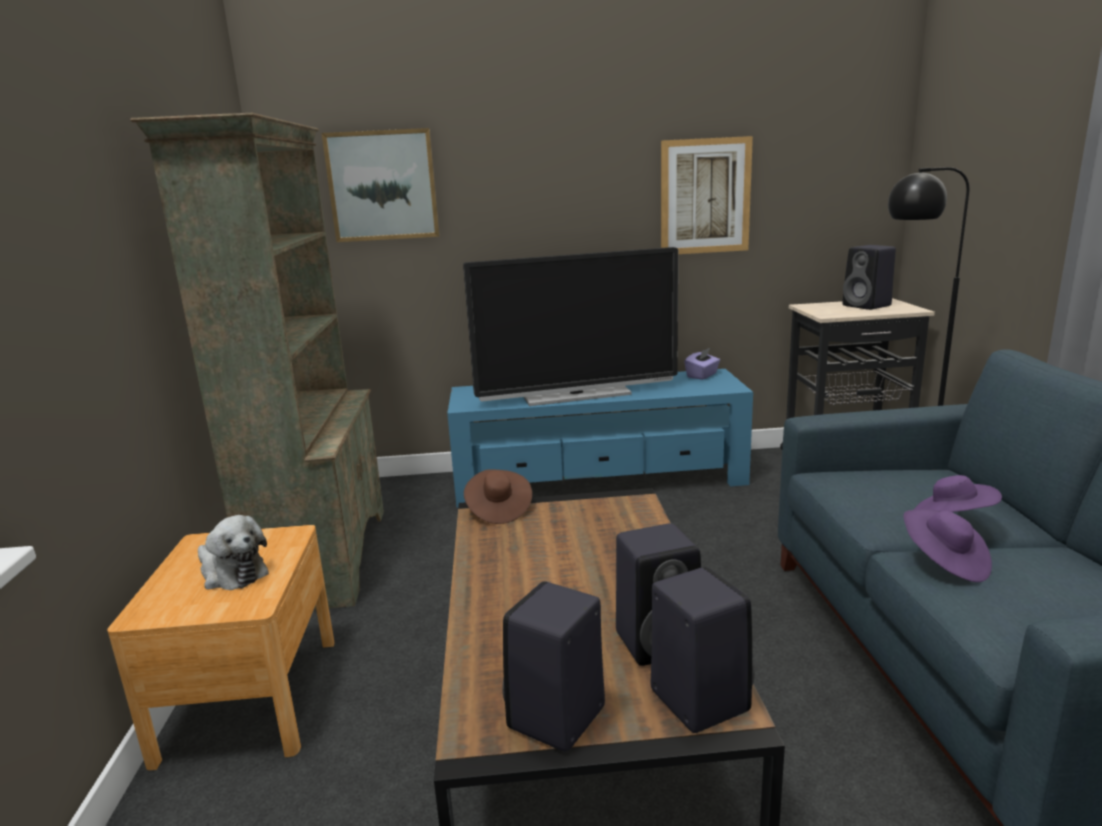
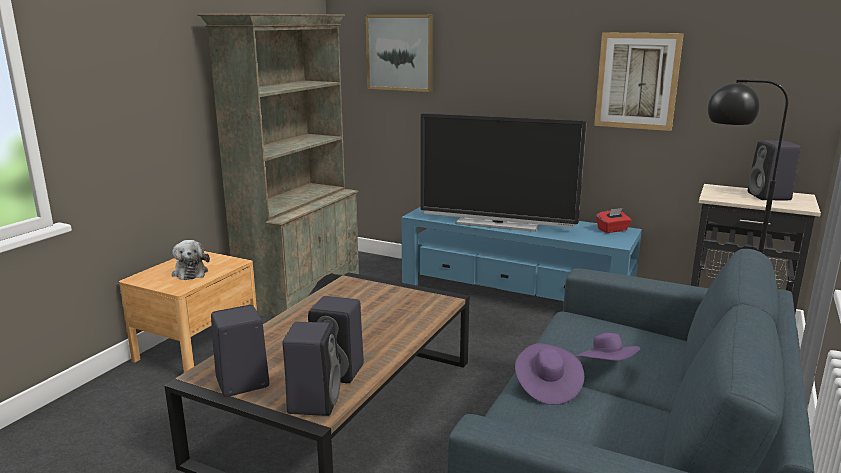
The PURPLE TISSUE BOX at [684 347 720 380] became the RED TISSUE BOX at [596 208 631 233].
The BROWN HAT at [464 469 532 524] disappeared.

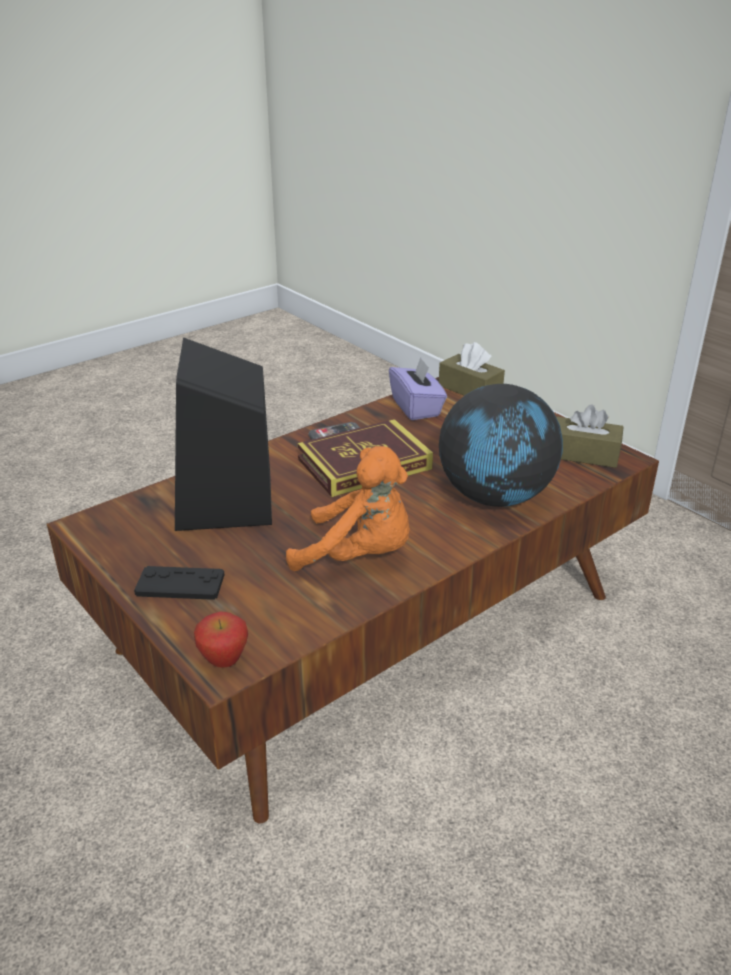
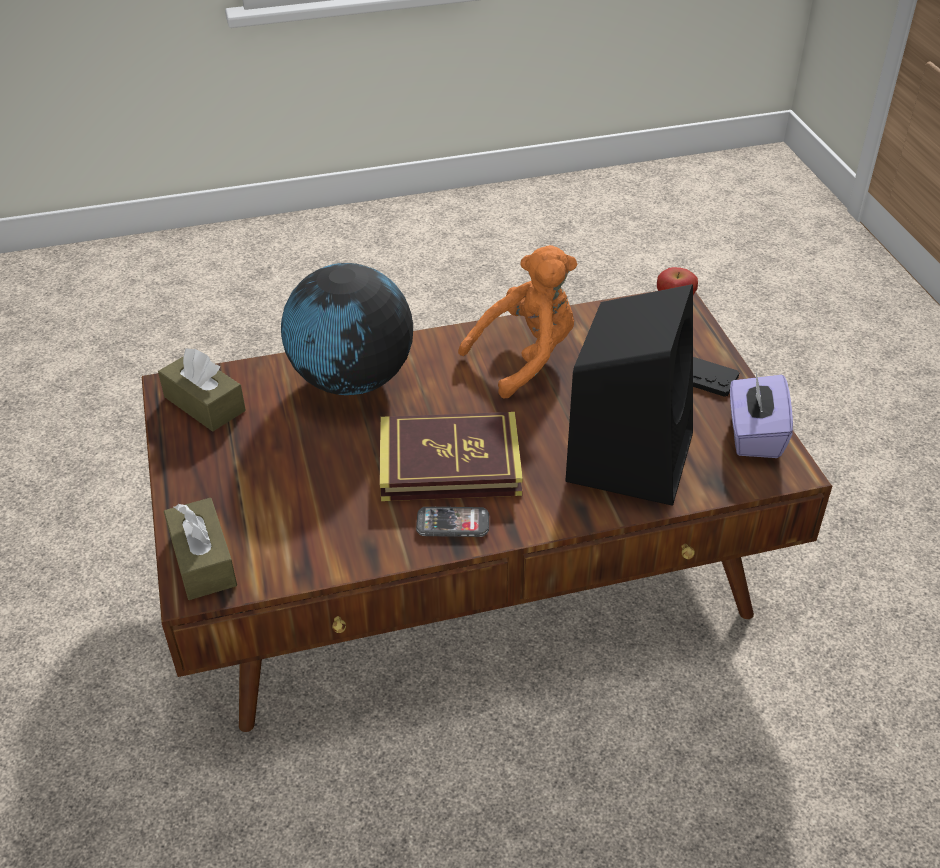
The ORANGE PLUSH TOY at [286 446 410 571] turned 105 degrees clockwise.
The PURPLE TISSUE BOX moved from [389 357 447 420] to [730 373 793 458].

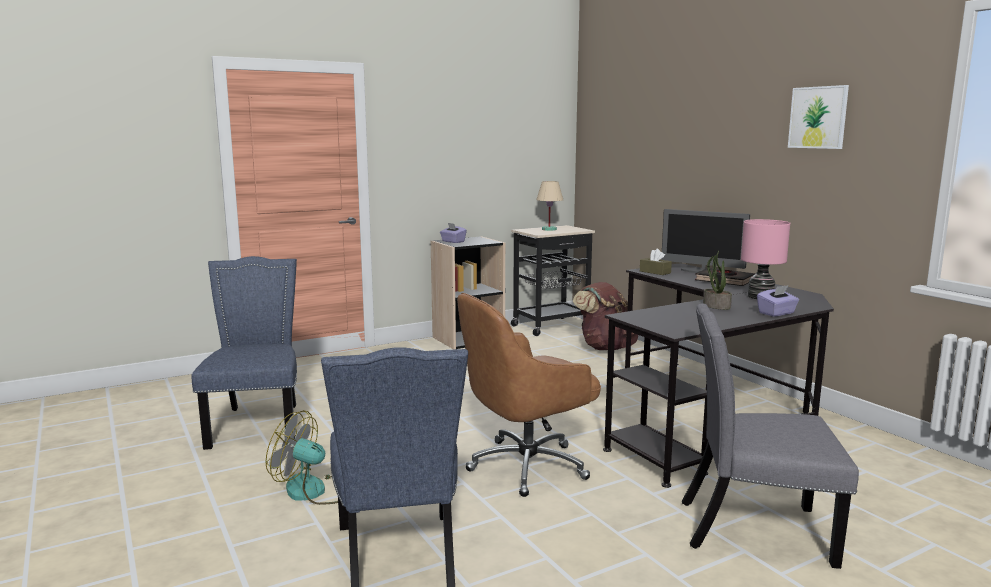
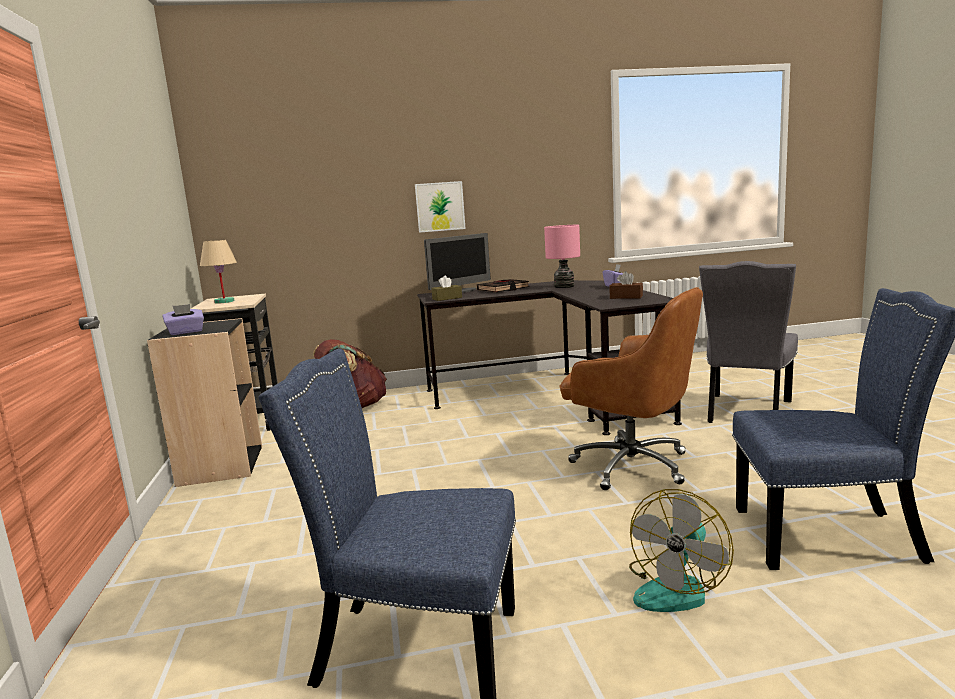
The PICTURE moved from [788 85 849 149] to [415 181 466 233].
The BROWN OFFICE CHAIR at [457 293 601 497] turned 45 degrees counterclockwise.
The BROWN TISSUE BOX at [609 271 643 299] appeared.
The POTTED PLANT at [703 251 732 310] disappeared.

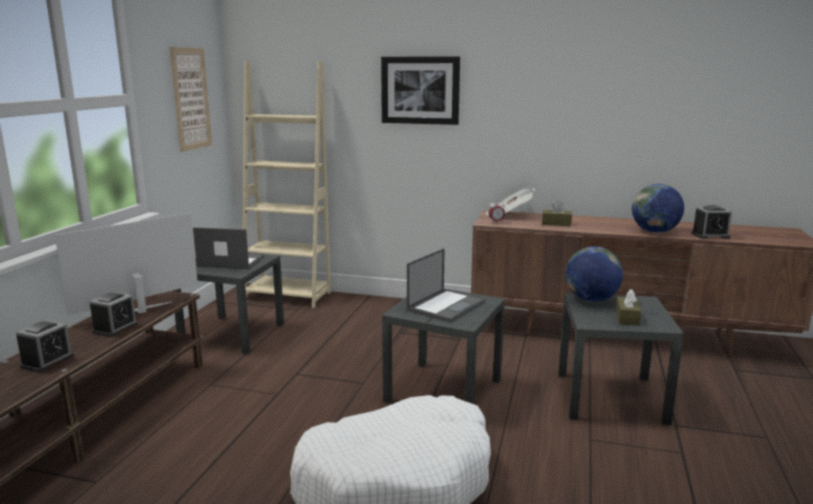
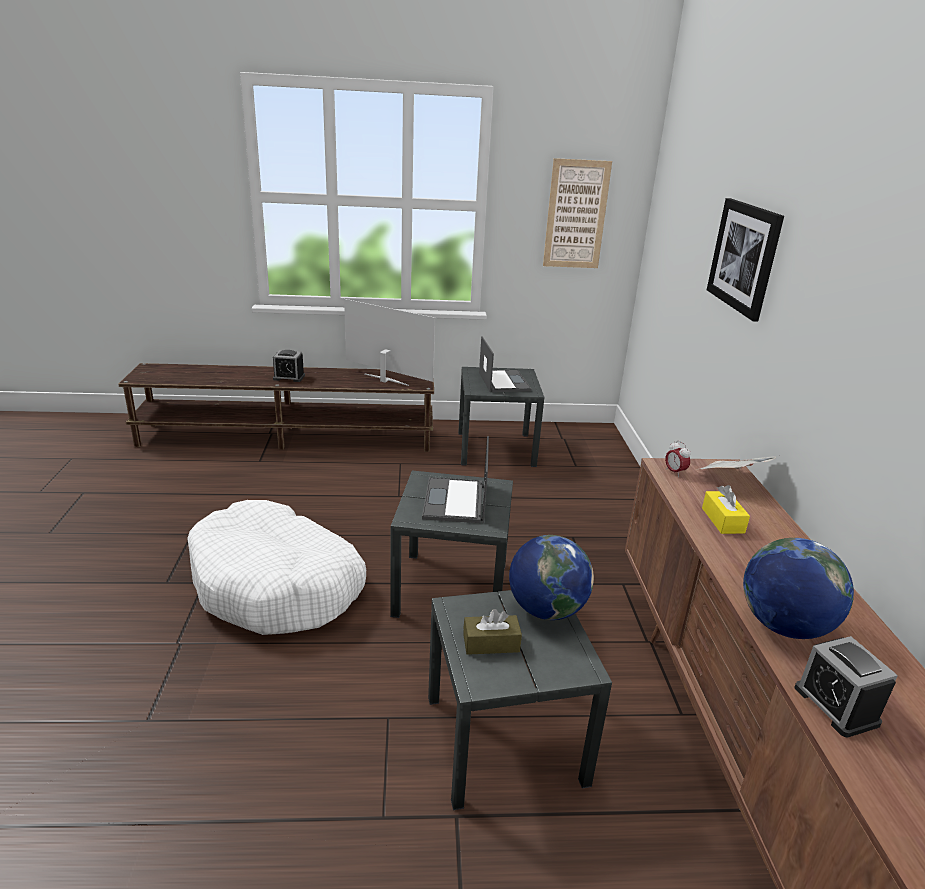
The LAPTOP at [407 248 485 322] turned 75 degrees clockwise.
The BROWN TISSUE BOX at [542 201 572 226] became the YELLOW TISSUE BOX at [702 485 750 534].
The ALARM CLOCK at [89 292 138 337] disappeared.
The BEIGE BOOKCASE at [243 61 331 308] disappeared.

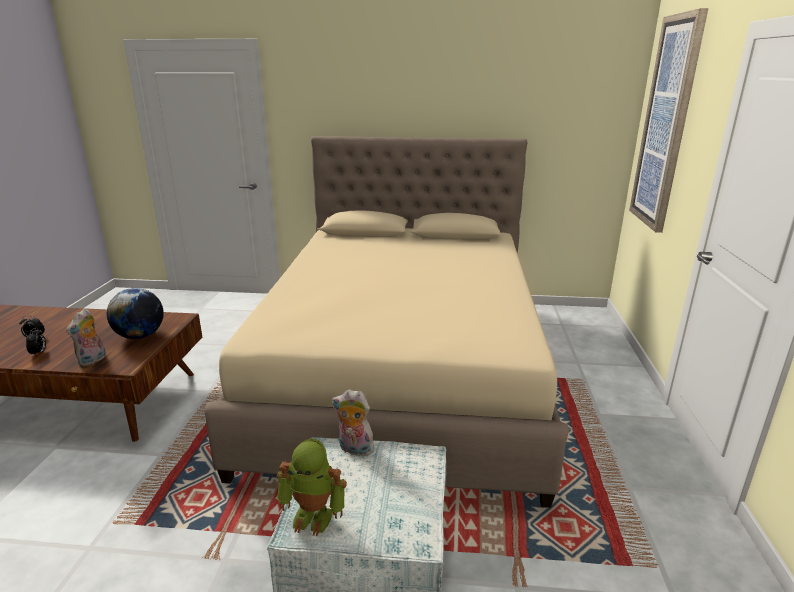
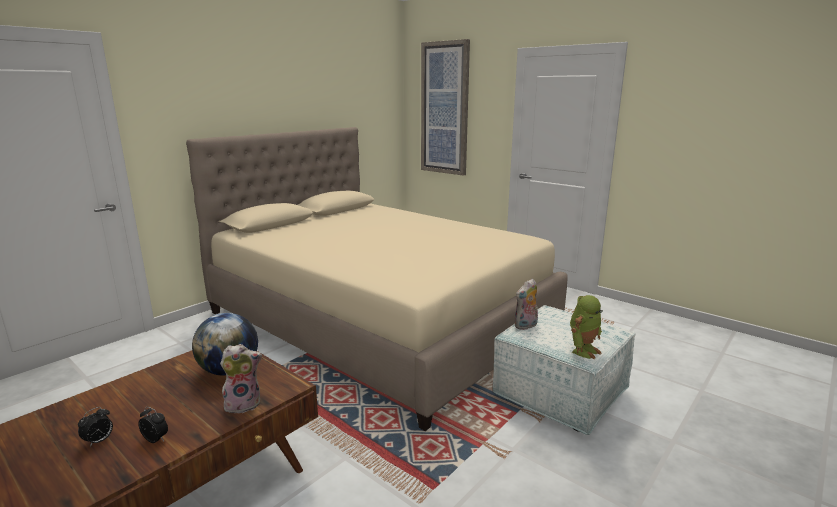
The PLUSH TOY at [66 309 106 366] turned 75 degrees counterclockwise.

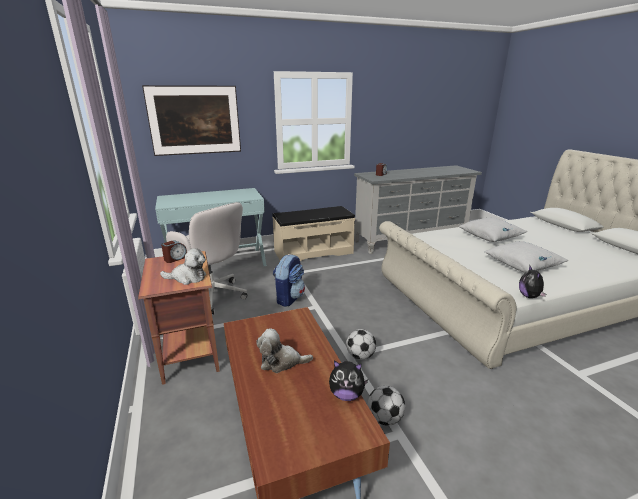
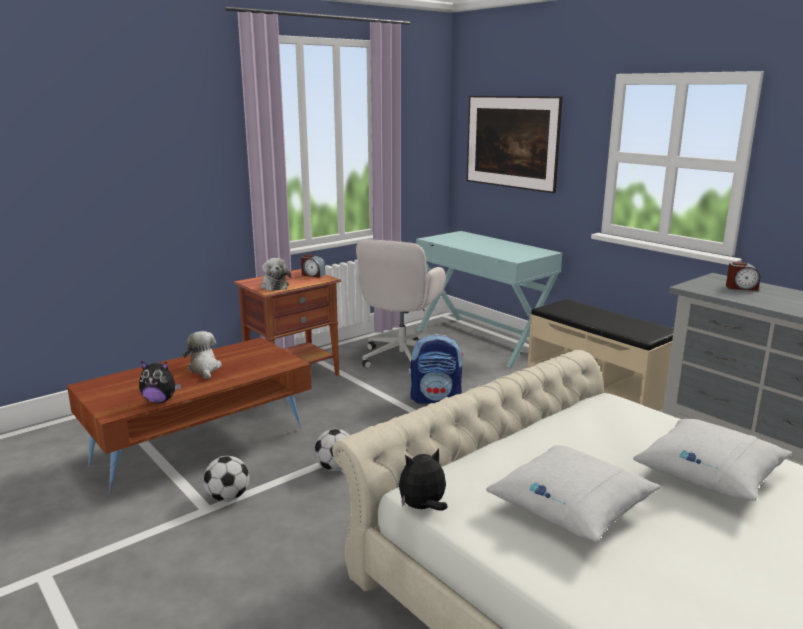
The PLUSH TOY at [329 361 368 401] turned 75 degrees counterclockwise.

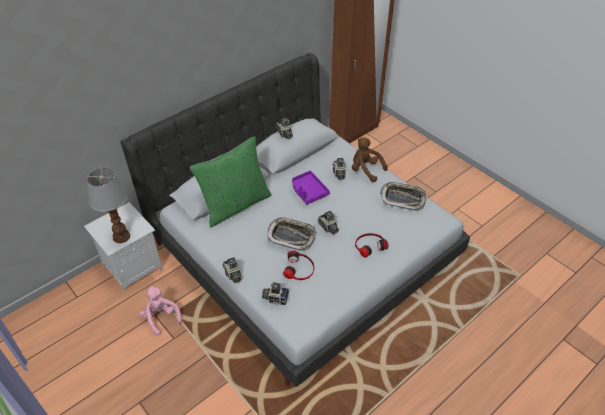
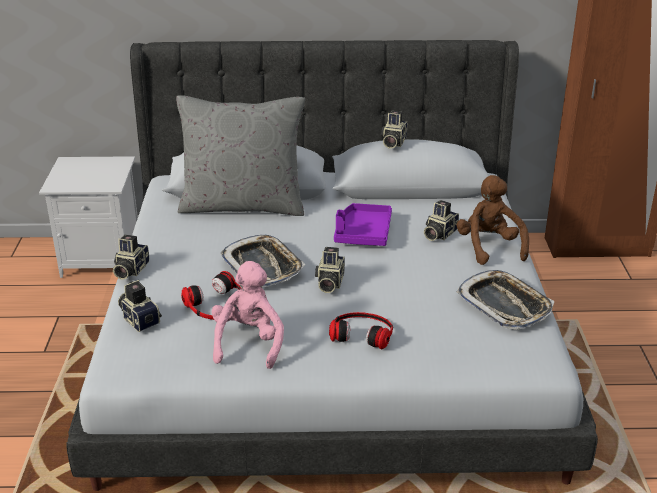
The GREEN PILLOW at [190 136 271 228] became the GREY PILLOW at [176 95 305 216].
The PINK PLUSH TOY moved from [139 286 182 336] to [212 261 284 369].
The TABLE LAMP at [87 167 130 243] disappeared.

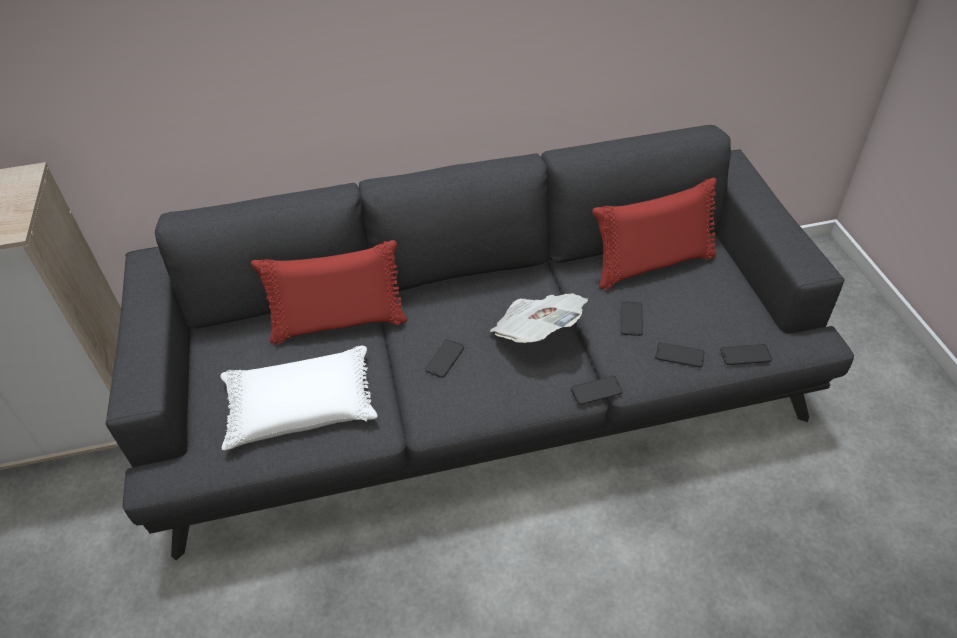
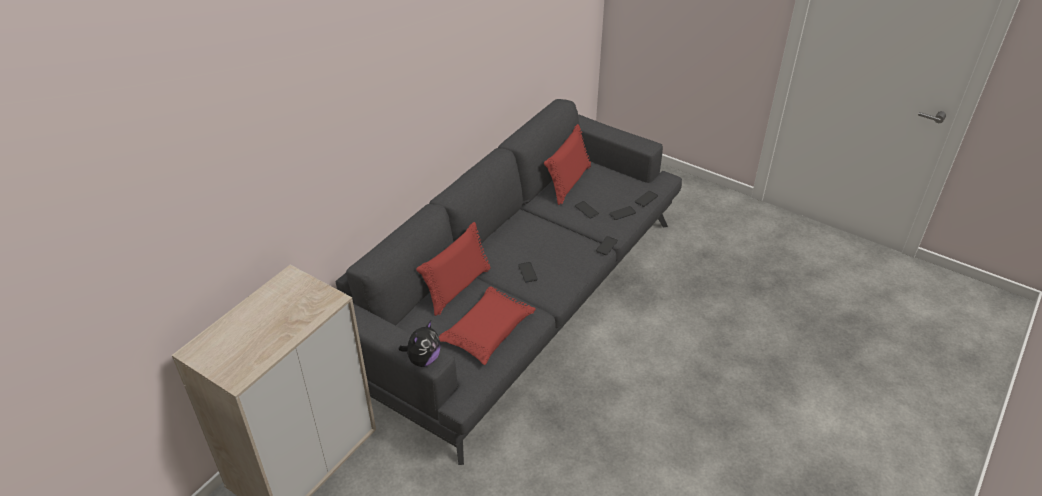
The PLUSH TOY at [399 321 441 367] appeared.
The WHITE PILLOW at [220 346 378 450] became the RED PILLOW at [439 286 536 365].
The NEWSPAPER at [490 293 588 343] disappeared.

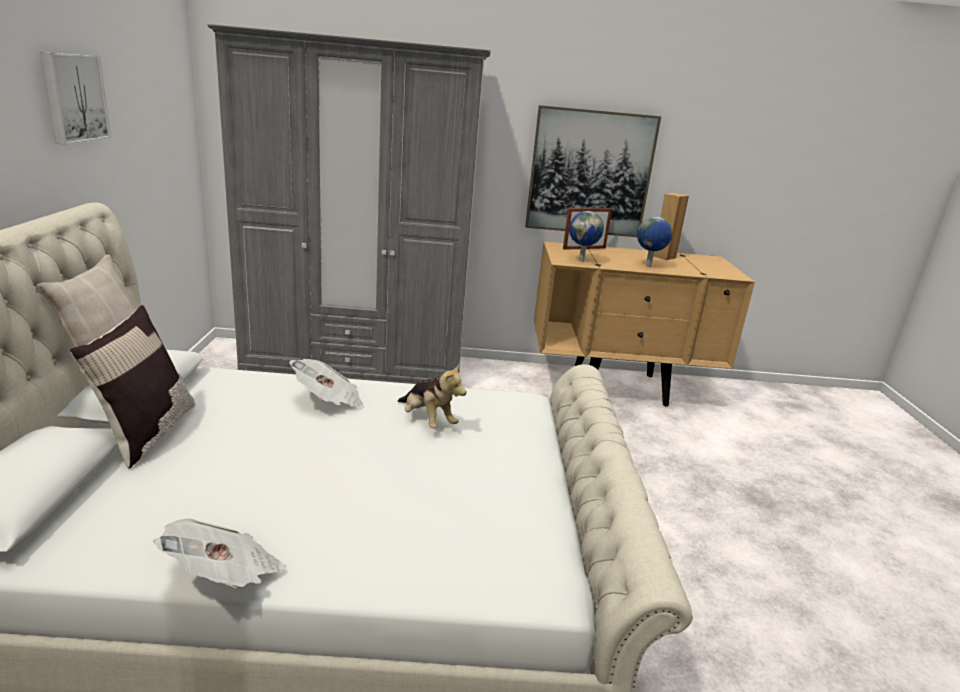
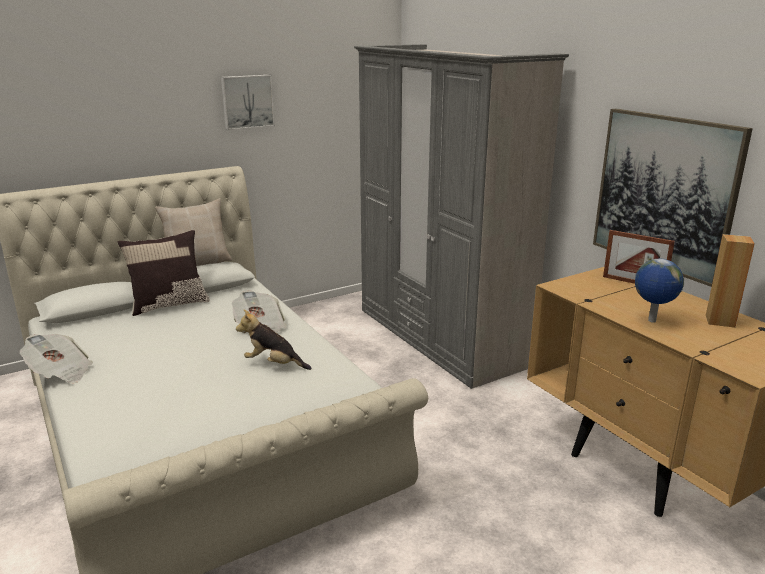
The PLUSH TOY at [398 364 467 428] turned 90 degrees clockwise.
The GLOBE at [569 211 604 262] disappeared.

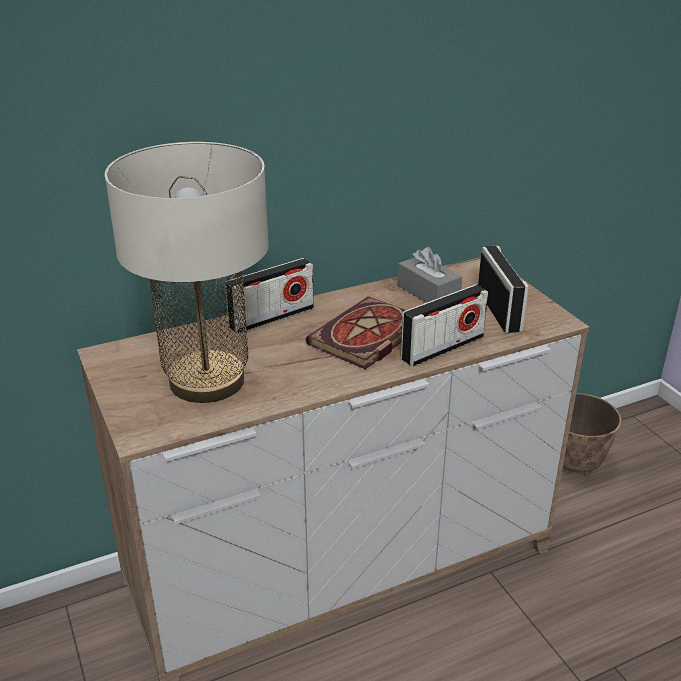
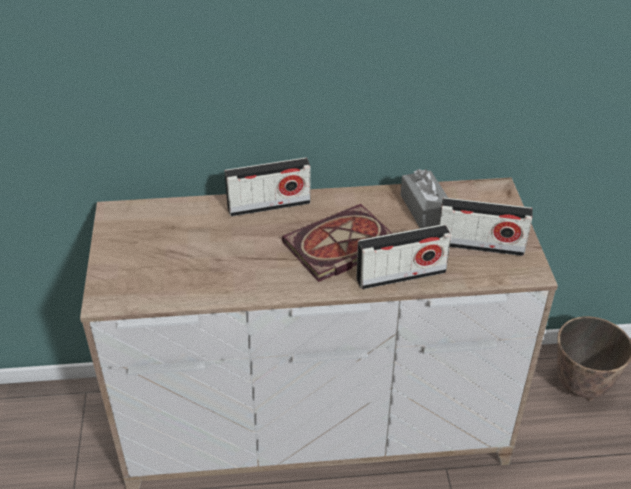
The RADIO at [478 246 529 333] turned 90 degrees clockwise.
The TABLE LAMP at [105 142 269 403] disappeared.

